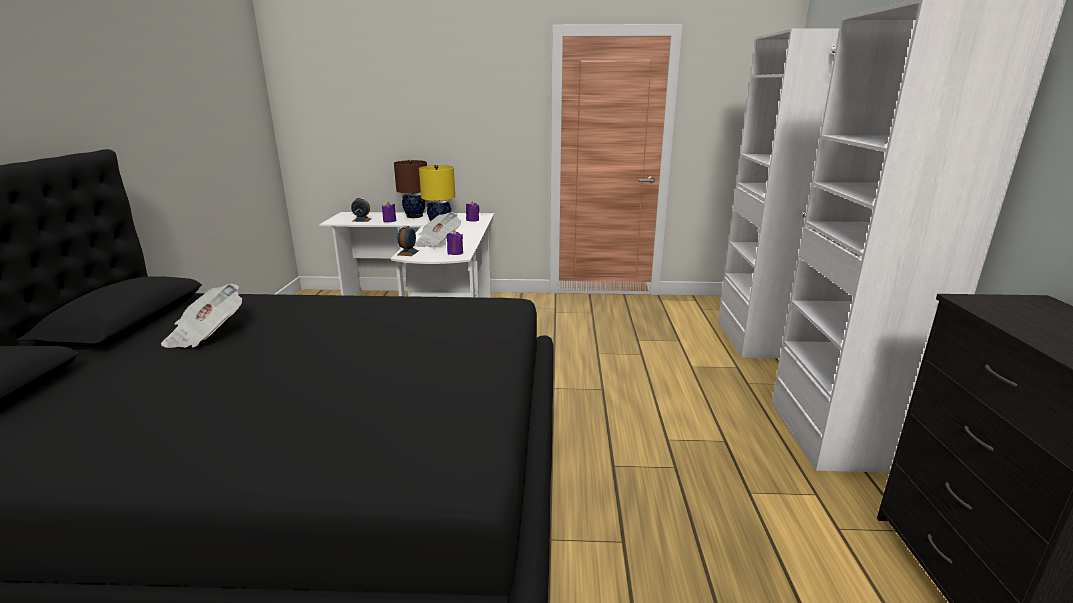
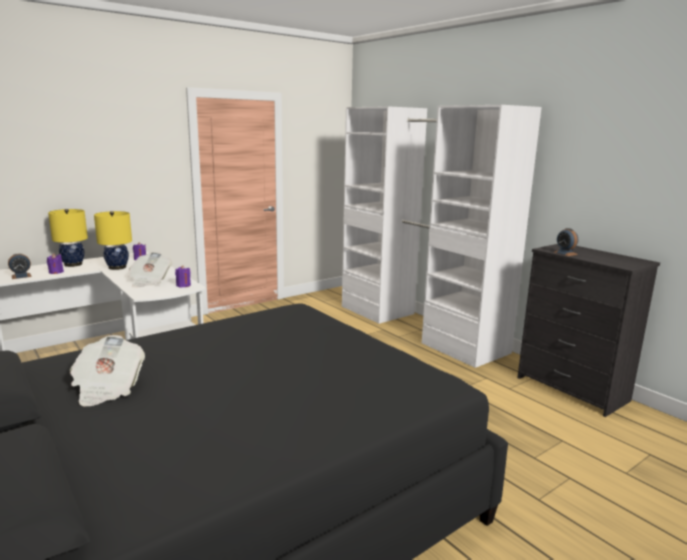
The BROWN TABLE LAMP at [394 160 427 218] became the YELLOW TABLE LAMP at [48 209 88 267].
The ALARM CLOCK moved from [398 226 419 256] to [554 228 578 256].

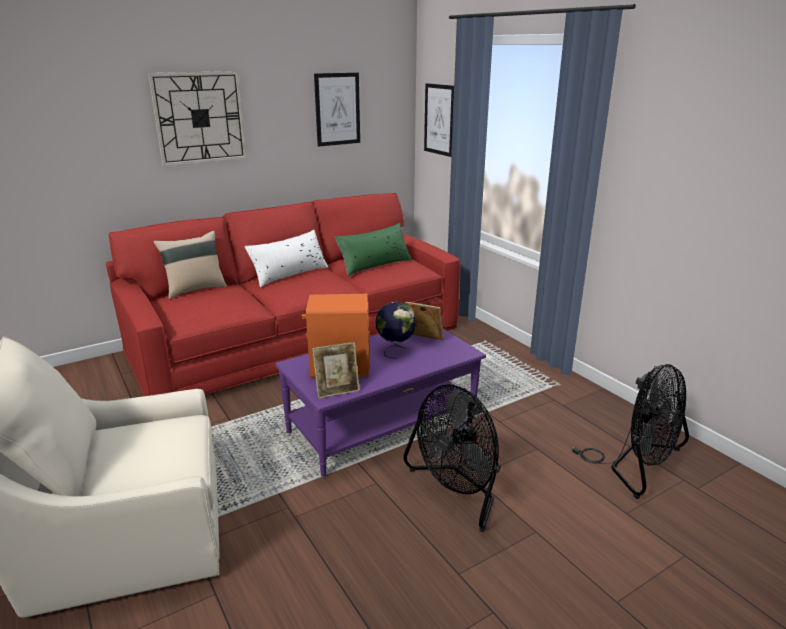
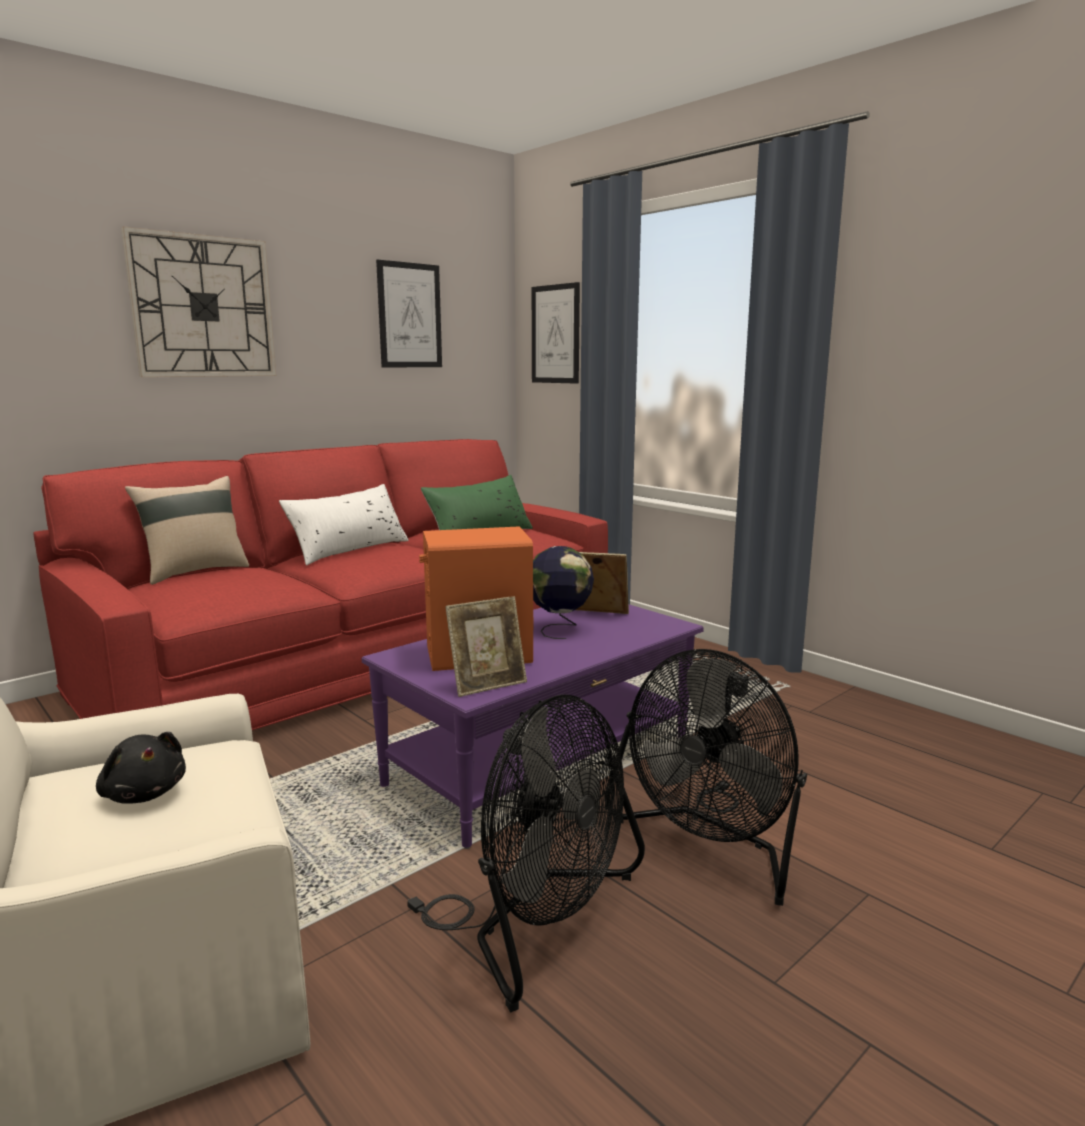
The BLACK PLUSH TOY at [96 732 186 804] appeared.
The BLACK FAN moved from [572 364 689 499] to [407 695 645 1013].

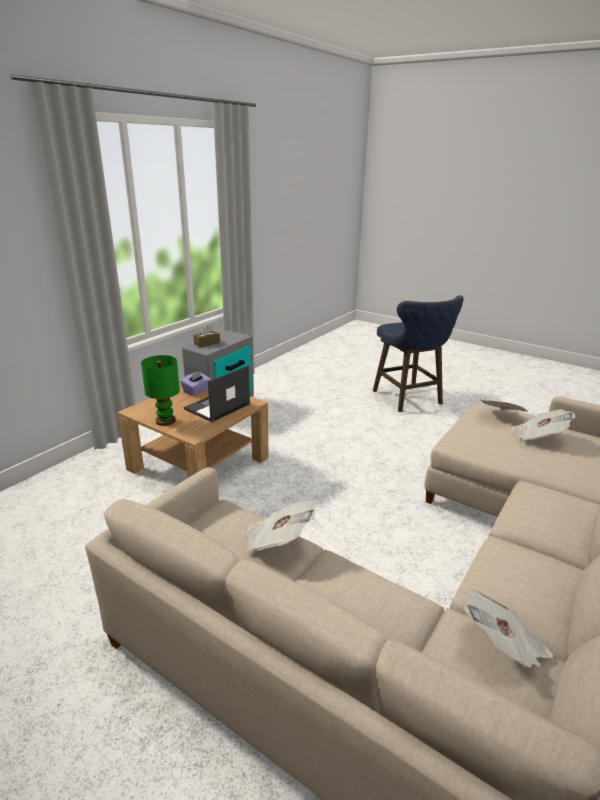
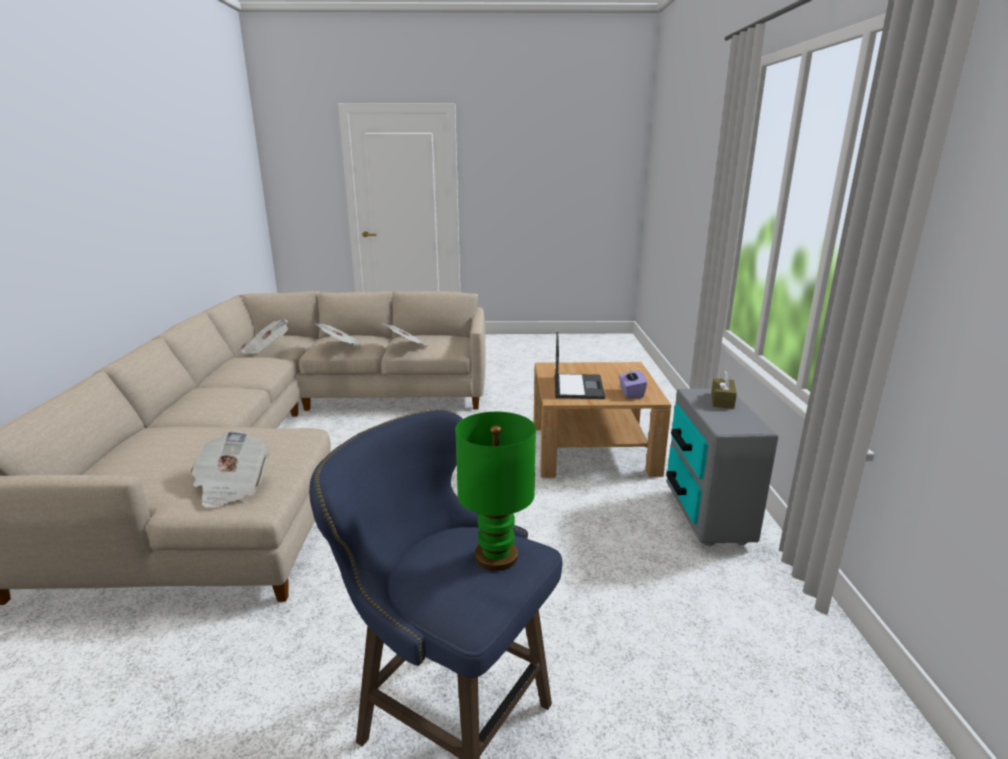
The NEWSPAPER moved from [510 409 576 441] to [314 323 364 346].
The GREEN TABLE LAMP moved from [141 355 180 426] to [455 412 536 571].

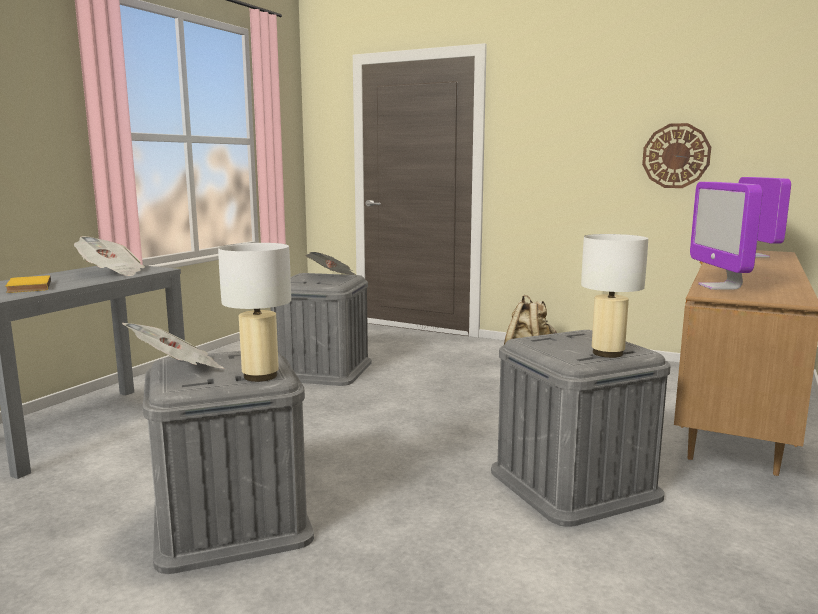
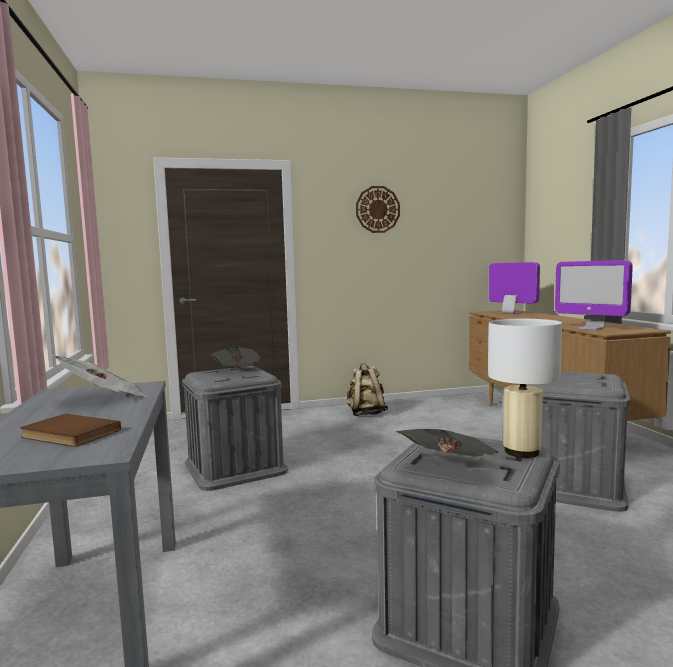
The YELLOW BOOK at [5 275 51 293] became the BROWN BOOK at [20 414 121 447].
The WALL CLOCK moved from [642 123 711 188] to [356 186 400 233].
The WHITE TABLE LAMP at [581 234 648 358] disappeared.

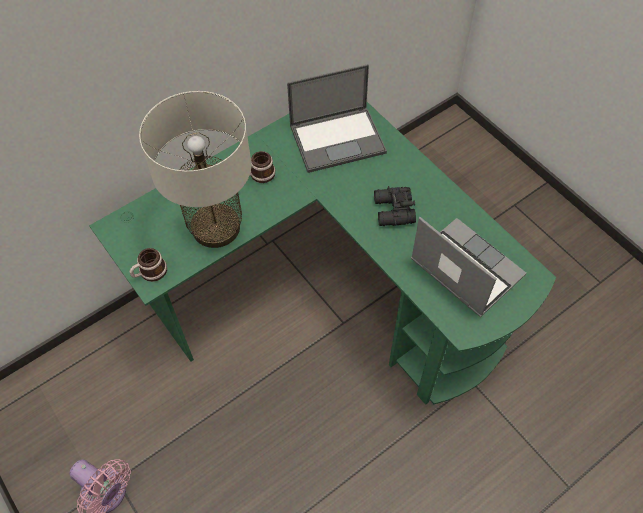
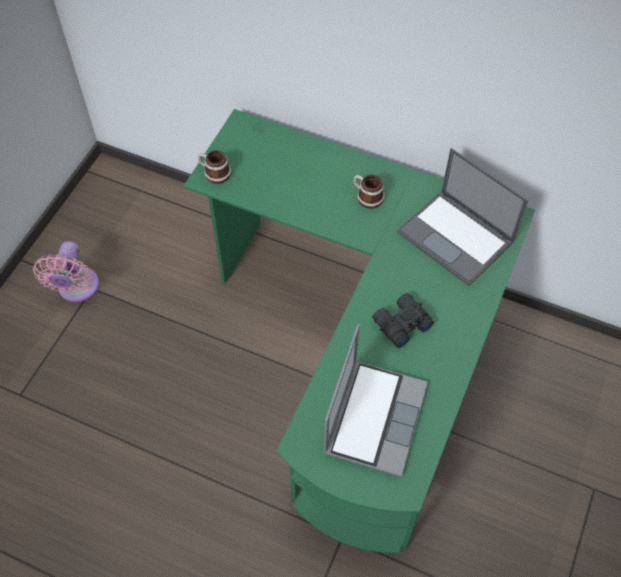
The TABLE LAMP at [139 91 252 248] disappeared.

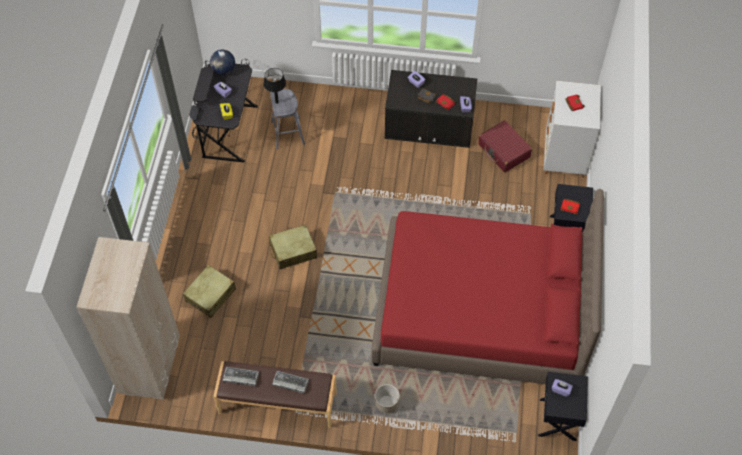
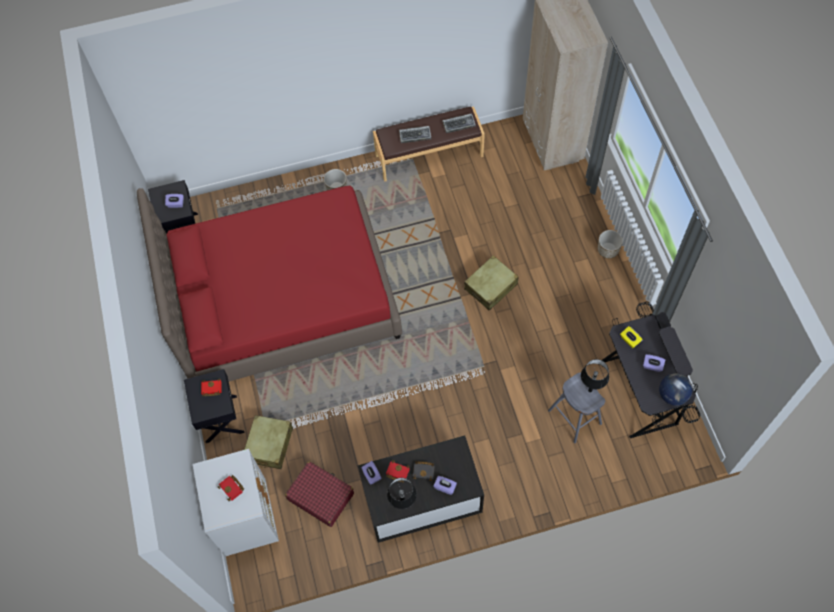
The BEIGE SUITCASE moved from [183 265 236 318] to [244 415 293 469].
The BLACK TABLE LAMP at [387 478 417 509] appeared.
The PLANTER at [598 230 623 258] appeared.

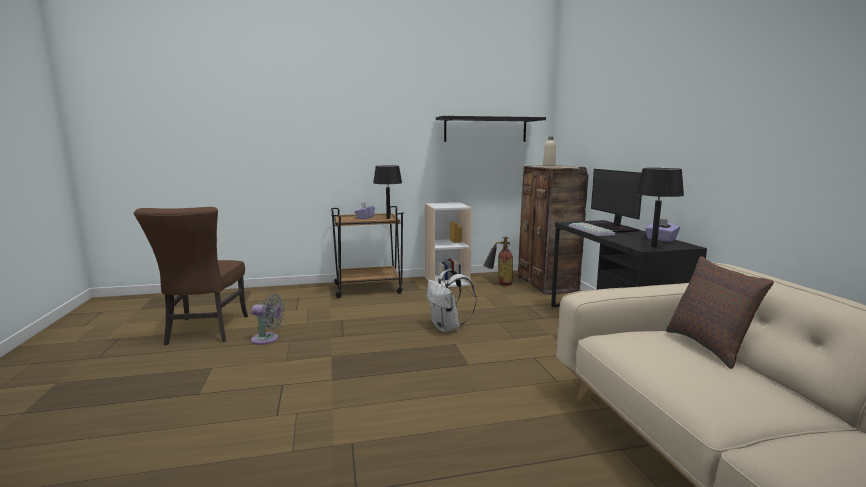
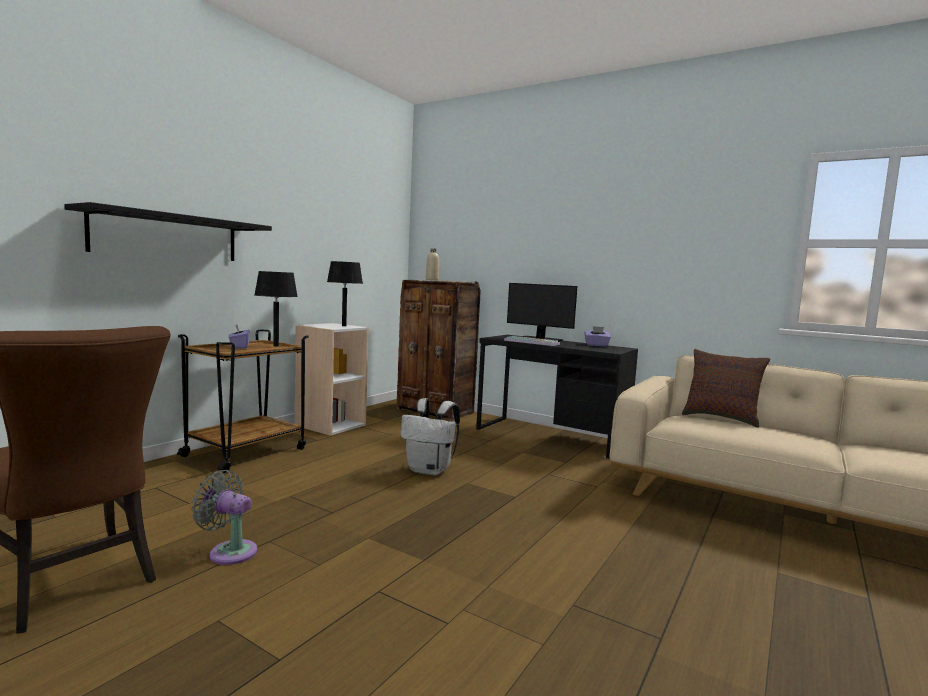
The BLACK SHELF moved from [436 116 546 142] to [64 202 272 261].
The GREY FAN at [251 294 284 345] turned 120 degrees counterclockwise.
The BLACK TABLE LAMP moved from [636 168 684 248] to [327 261 363 326].
The FIRE EXTINGUISHER at [484 236 513 286] disappeared.

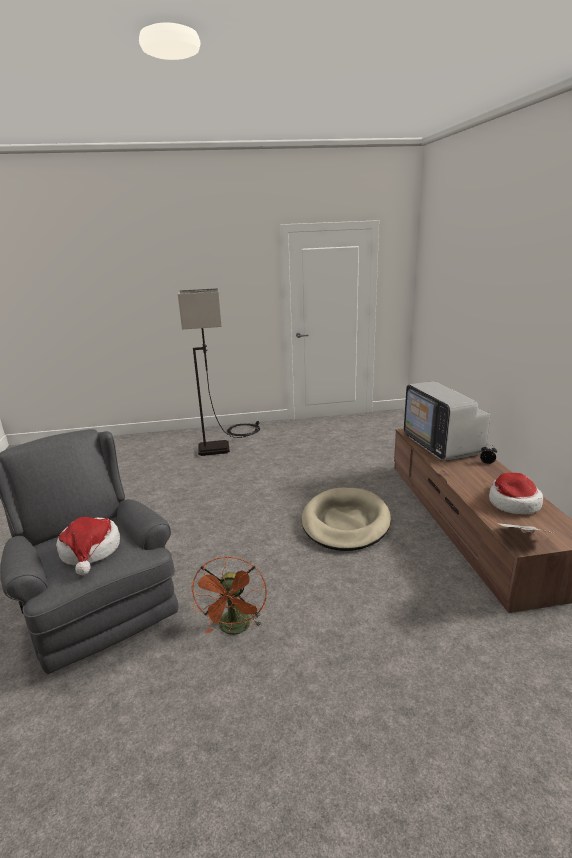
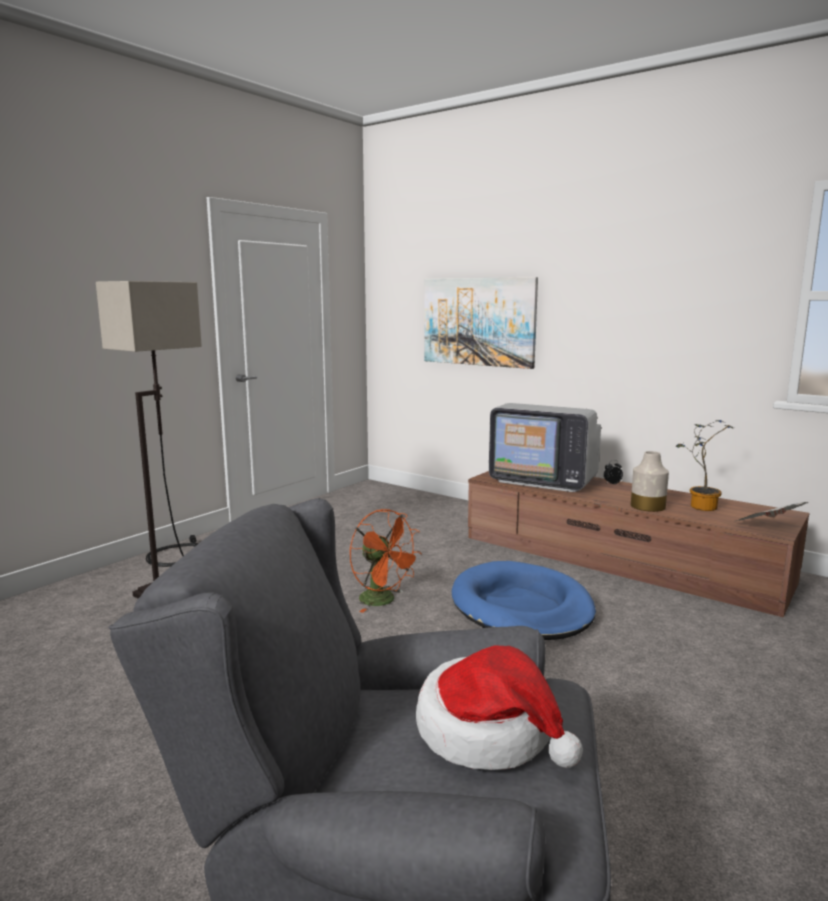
The ORANGE FAN moved from [191 556 267 635] to [350 509 422 613].
The PICTURE at [424 277 538 369] appeared.
The BEIGE DOG BED at [302 488 391 551] became the BLUE DOG BED at [452 561 596 640].
The BEIGE VASE at [631 451 669 512] appeared.
The HAT at [489 473 543 514] was replaced by the POTTED PLANT at [676 420 734 511].

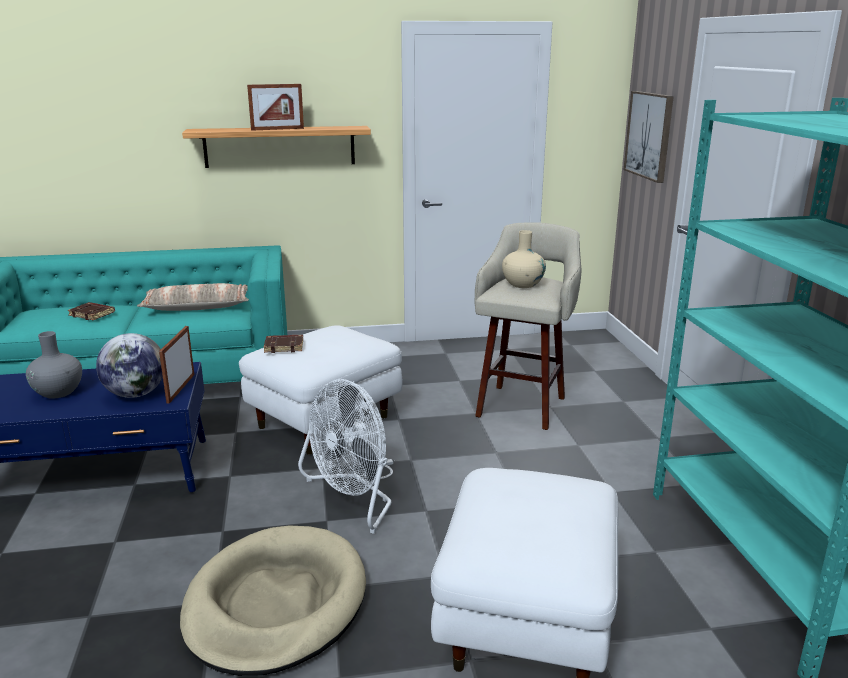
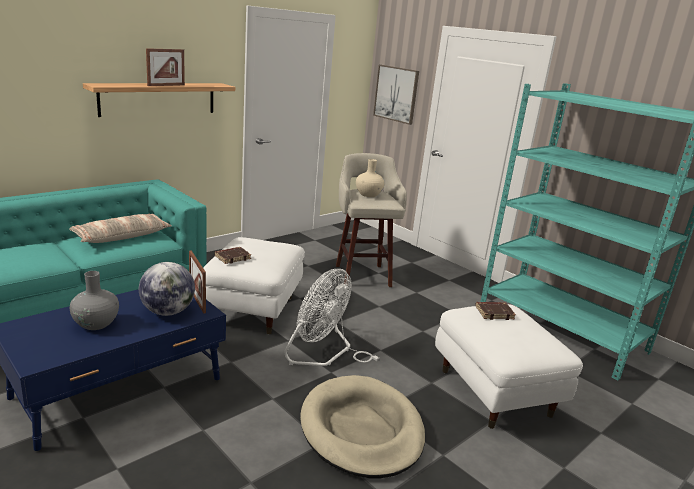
The WHITE FAN at [298 379 395 534] turned 105 degrees clockwise.
The BROWN BOOK moved from [67 302 115 320] to [475 302 516 320].

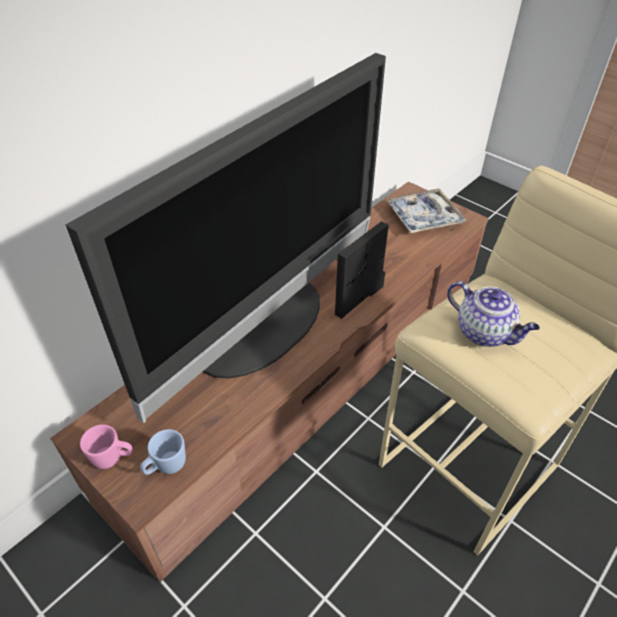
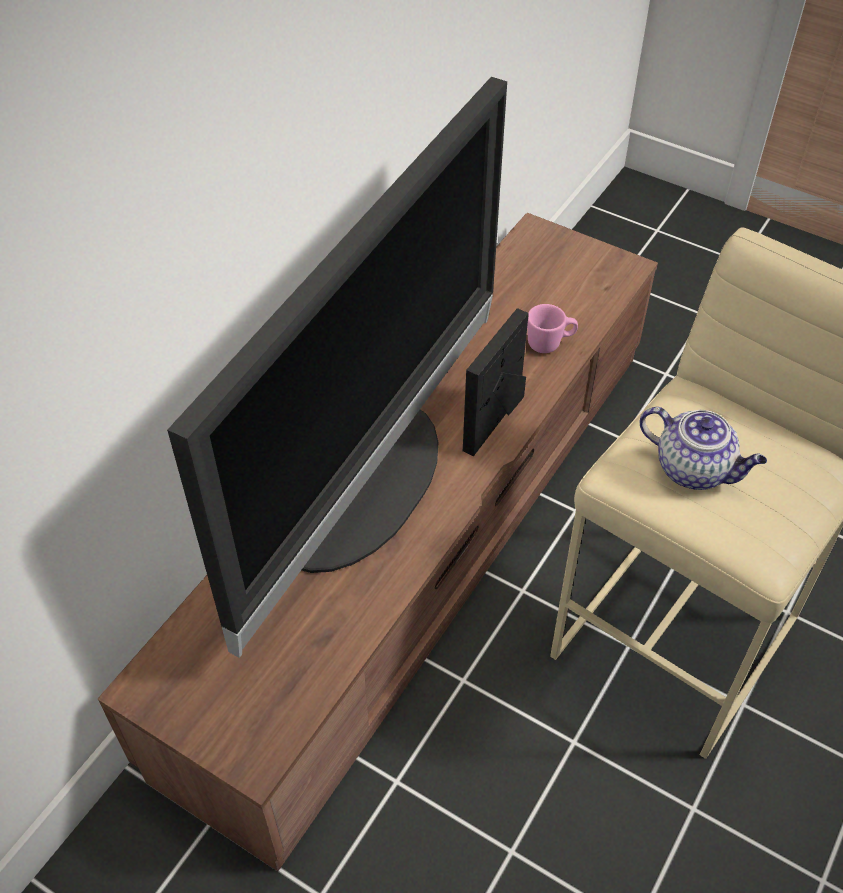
The PINK MUG moved from [80 425 133 469] to [527 304 578 353].
The BLUE MUG at [140 429 186 475] disappeared.
The TRAY at [386 188 466 234] disappeared.

